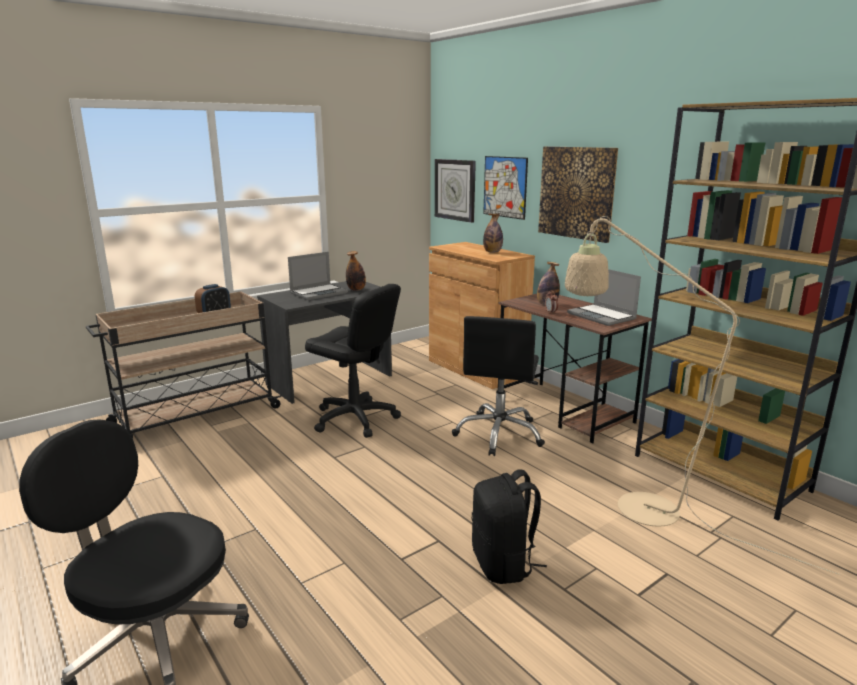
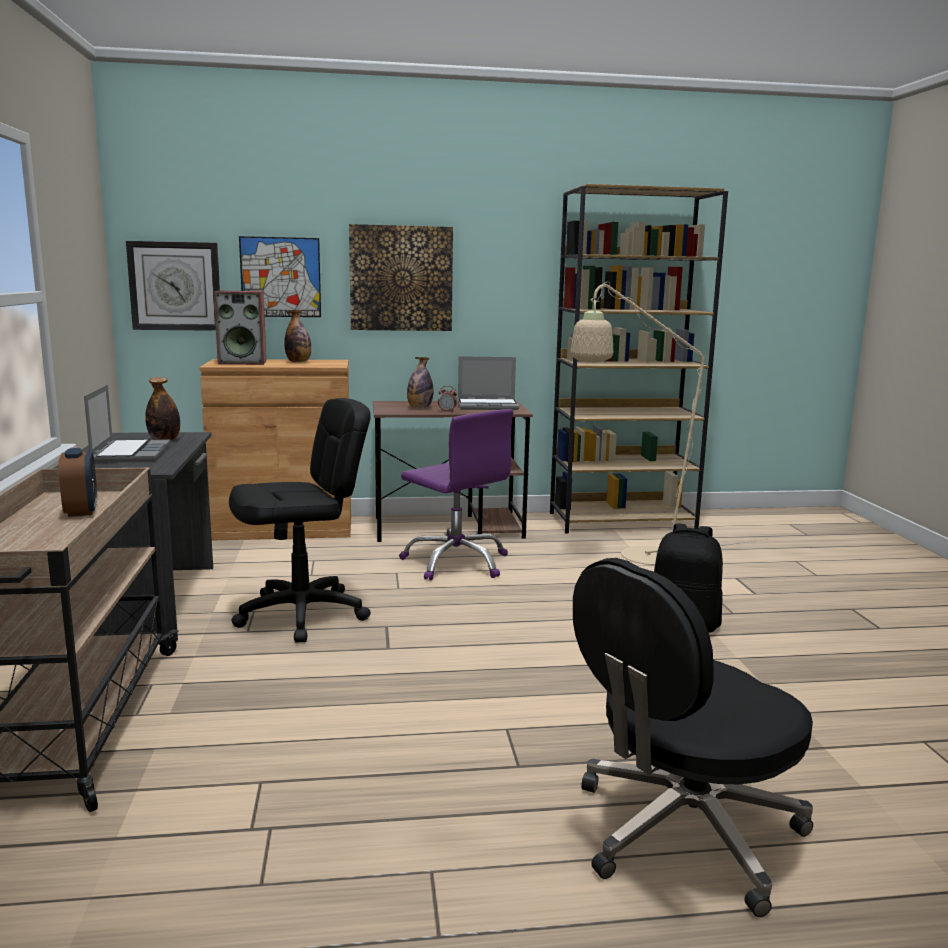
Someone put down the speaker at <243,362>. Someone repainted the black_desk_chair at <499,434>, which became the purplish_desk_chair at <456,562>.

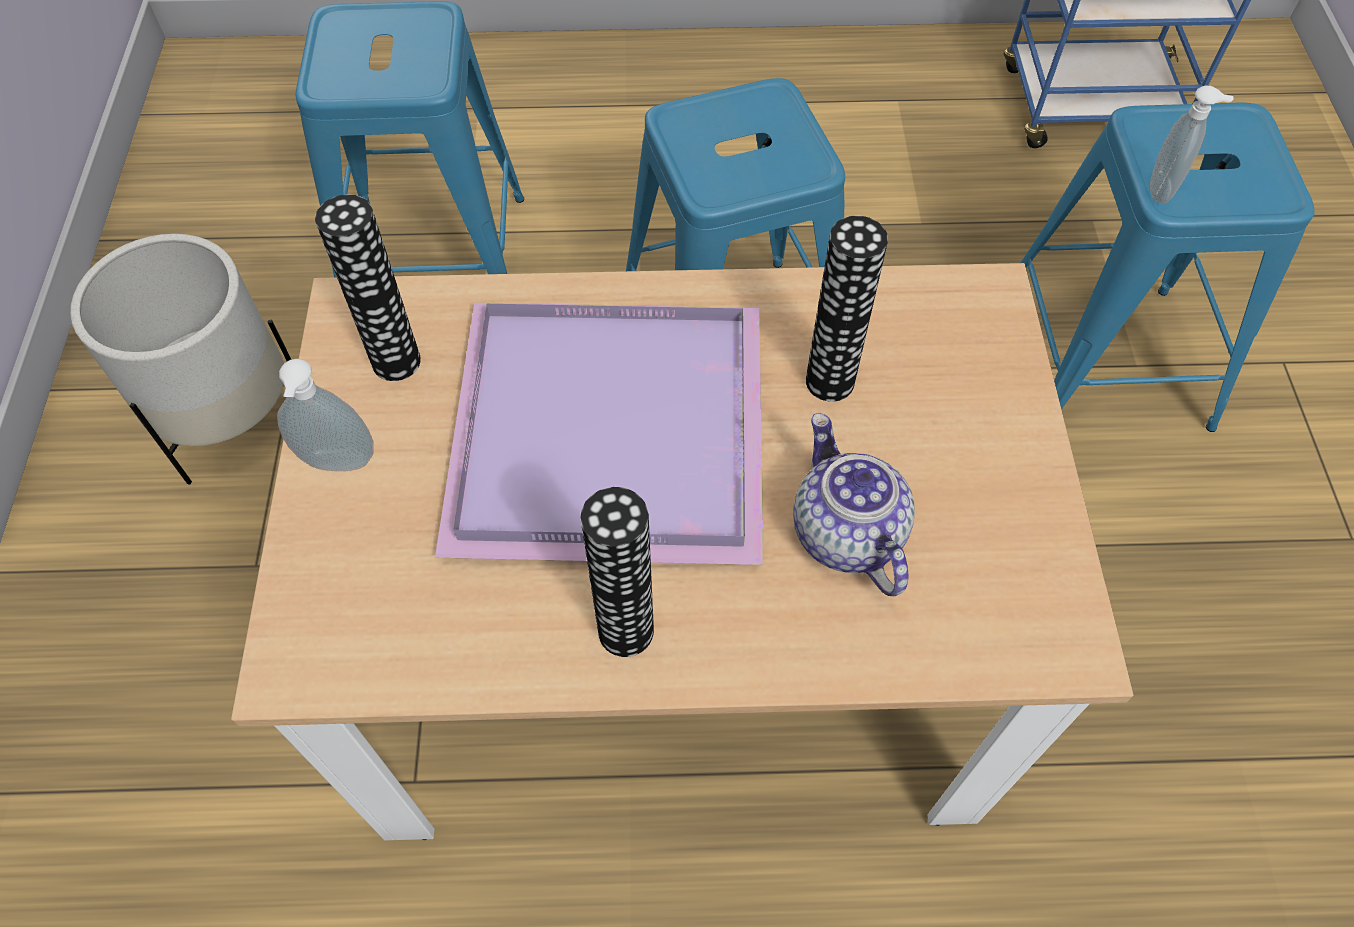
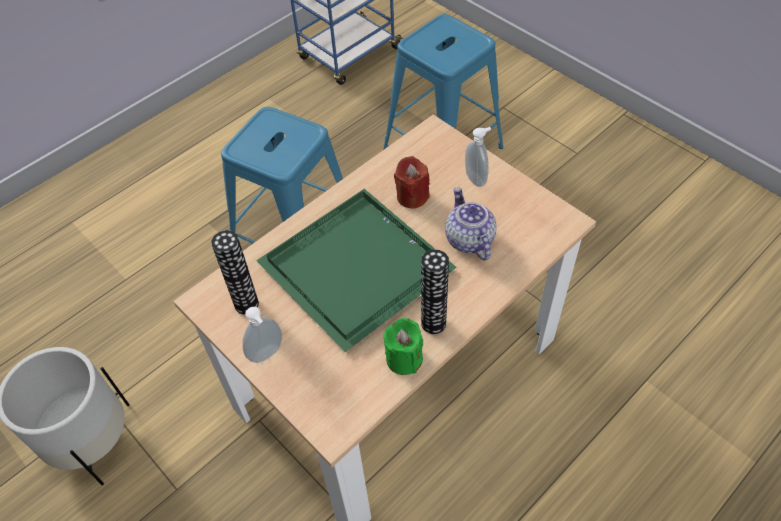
Someone took away the bluish_sitting_stool at <438,261>. Someone put down the green_candle at <404,358>. Someone carried the liquid_soap_bottle from <1163,189> to <476,178>. Someone swapped the vase at <829,381> for the reddish_candle at <412,196>. Someone repainted the purplish_tray at <614,437>, which became the green_tray at <359,268>. Someone rotated the pot_for_tea at <845,533> by 45 degrees clockwise.

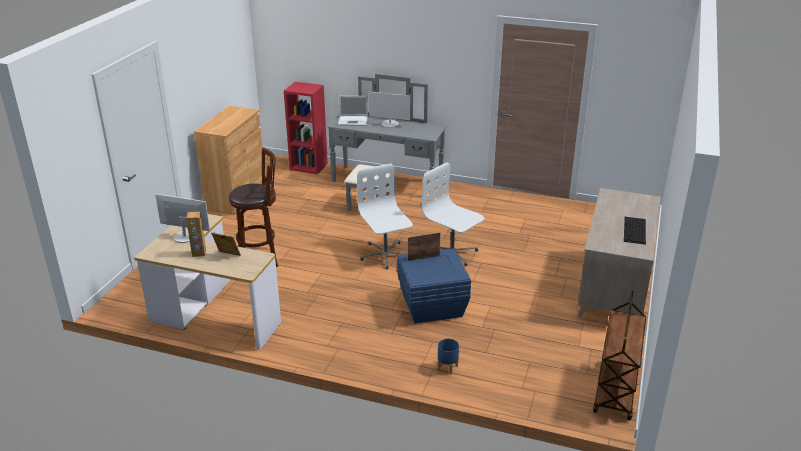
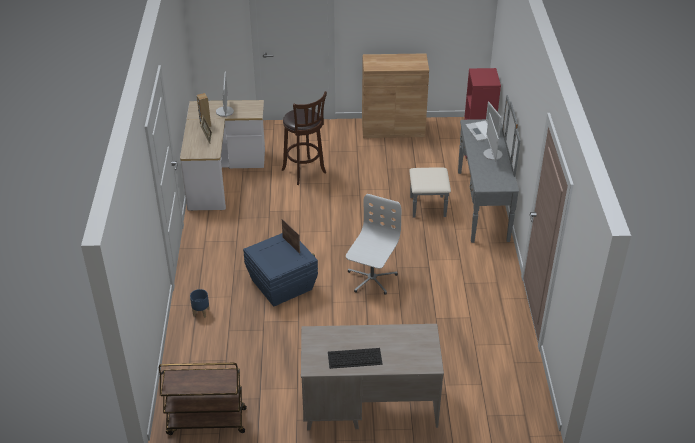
Someone took away the whitish_desk_chair at <385,255>.

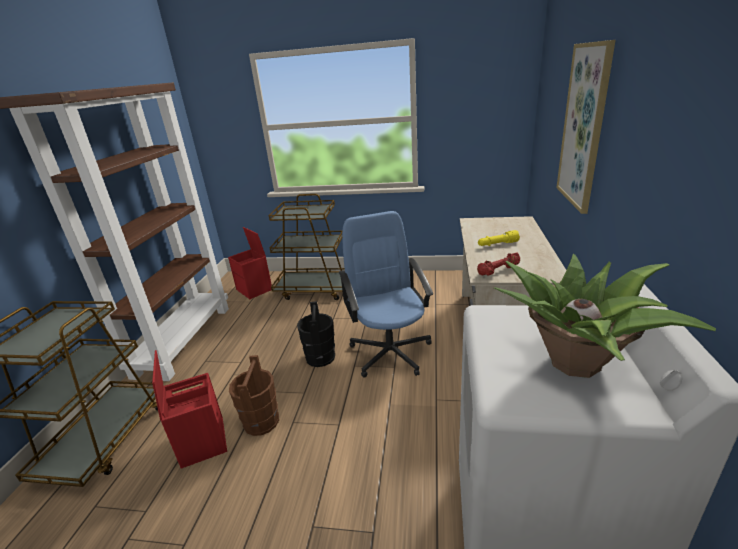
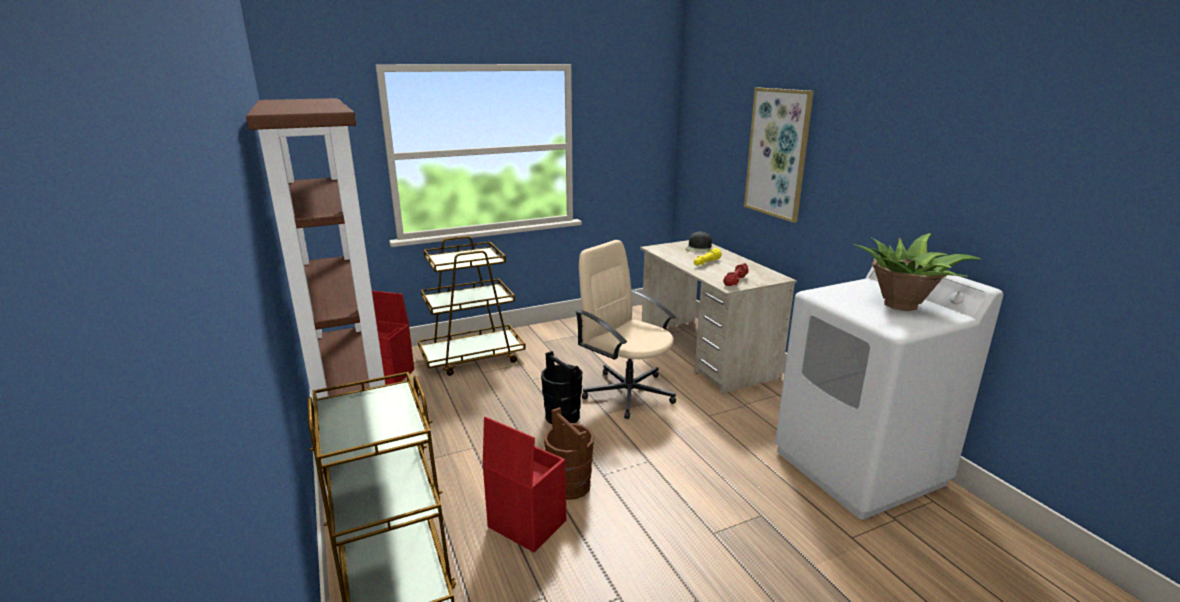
Someone put down the black_peaked_cap at <699,248>. Someone repainted the bluish_desk_chair at <390,351>, which became the sand-coloured_desk_chair at <627,392>.

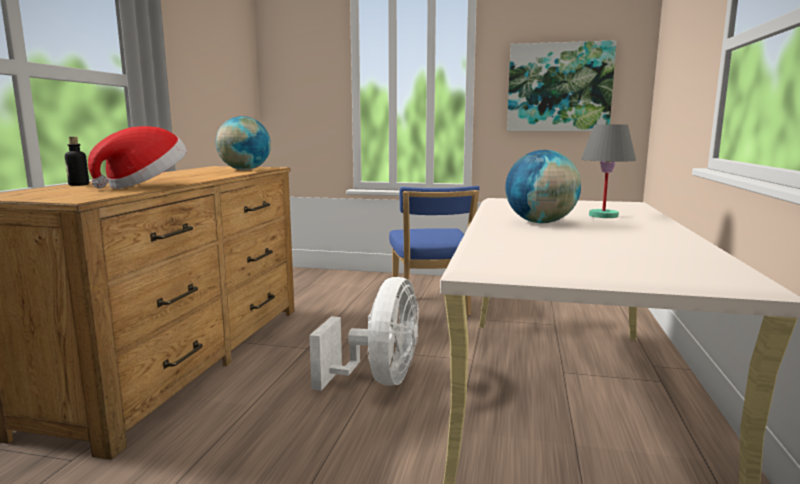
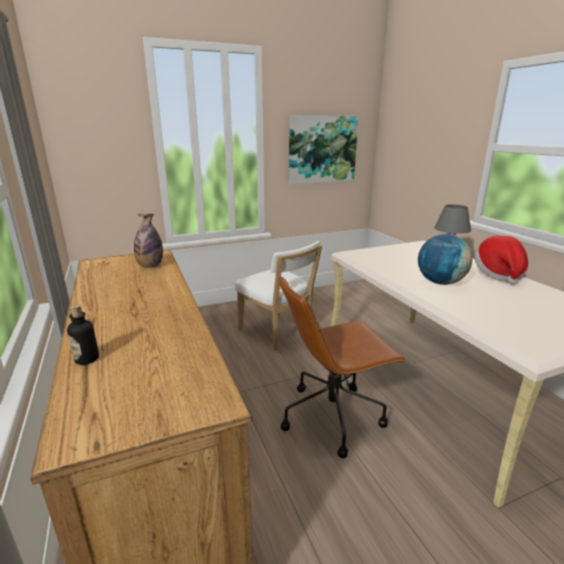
Someone carried the wearable_hat from <145,186> to <498,274>. Someone swapped the world_globe at <245,170> for the bottle at <150,266>. Someone swapped the whitish_fan at <380,380> for the brown-coloured_desk_chair at <333,415>. Someone repainted the bluish_chair at <430,307>, which became the whitish_chair at <278,333>.

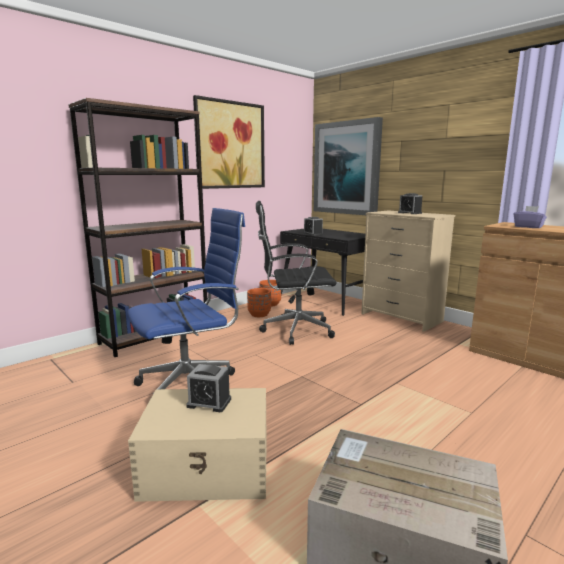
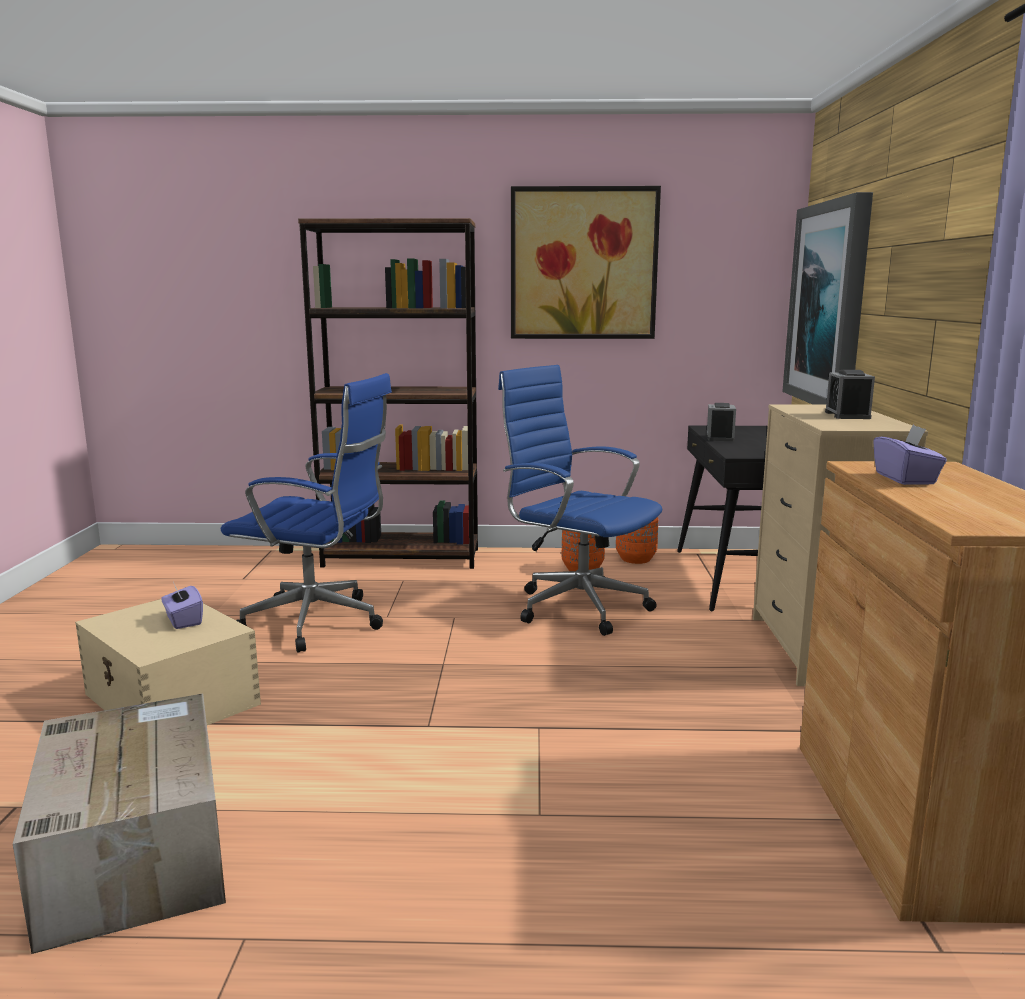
Someone swapped the table_clock at <209,402> for the purplish_tissue_box at <183,621>. Someone repainted the black_desk_chair at <294,330>, which became the bluish_desk_chair at <576,606>.

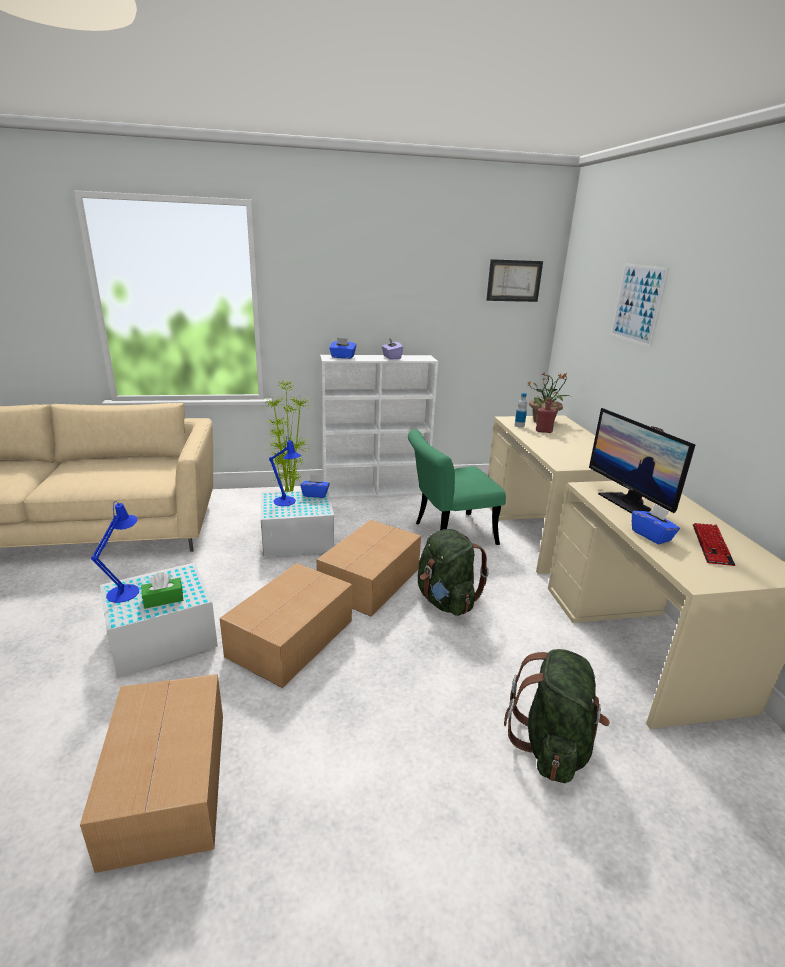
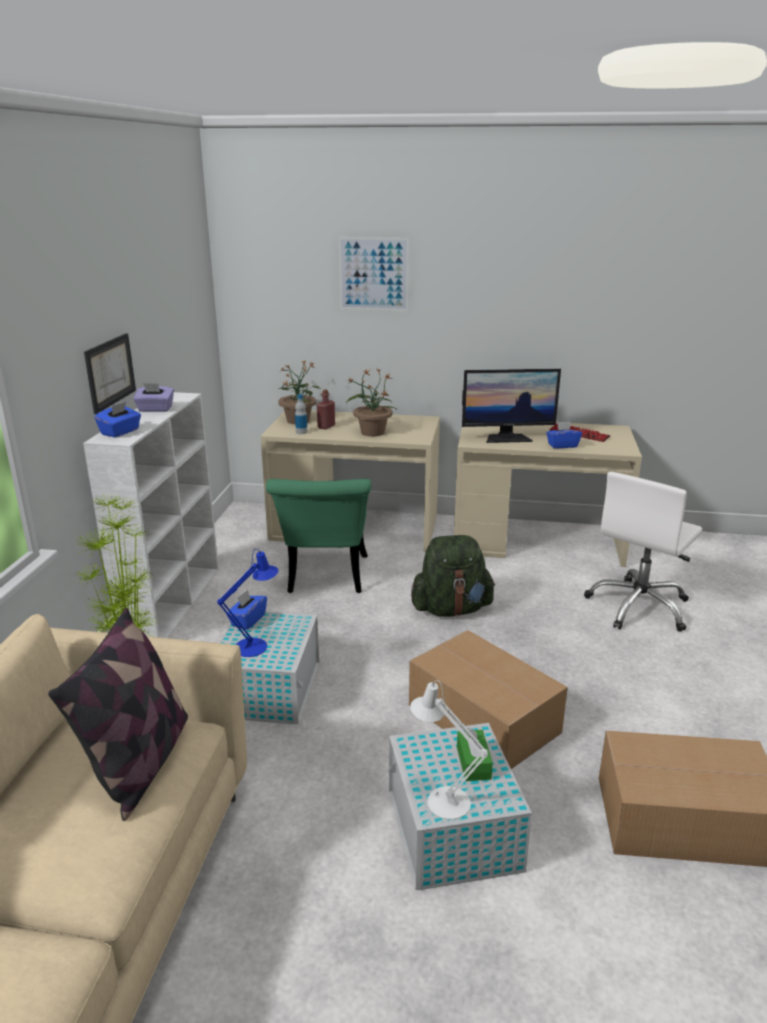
Someone took away the carton at <371,580>. Someone put down the cushion at <140,763>. Someone put down the plant_in_a_pot at <372,432>. Someone carried the picture from <514,280> to <110,372>. Someone swapped the green_rucksack at <552,745> for the whitish_desk_chair at <639,607>. Someone repainted the bluish_table_lamp at <126,590>, which became the whitish_table_lamp at <443,799>.

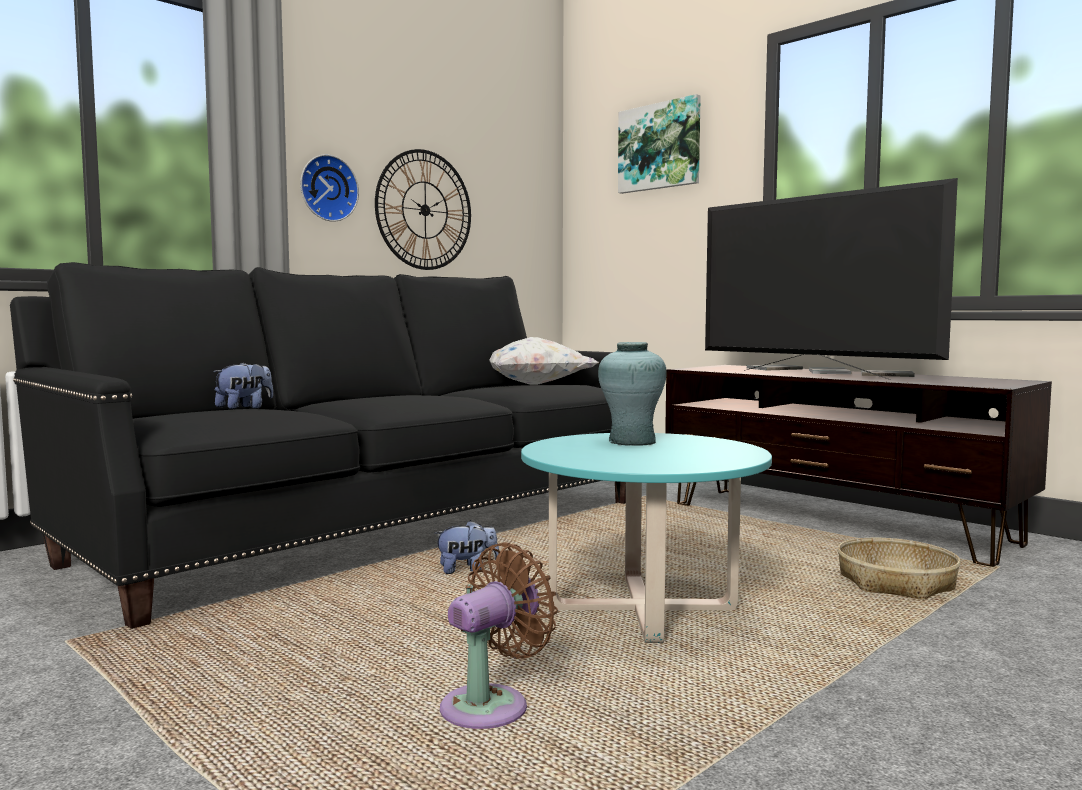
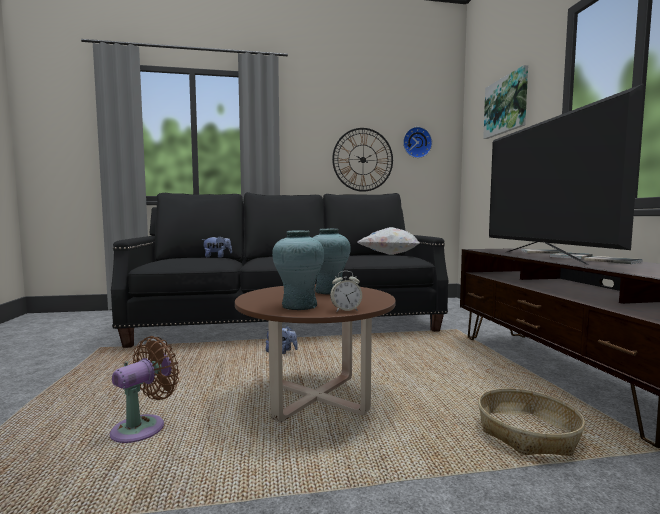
Someone put down the turquoise_vase at <299,306>. Someone put down the table_clock at <345,310>. Someone carried the clock_on_the_wall from <327,188> to <416,142>. Someone repainted the turquoise_low_table at <642,609>, which became the brown-coloured_low_table at <316,398>. Someone rotated the brown-coloured_fan at <491,706> by 45 degrees counterclockwise.

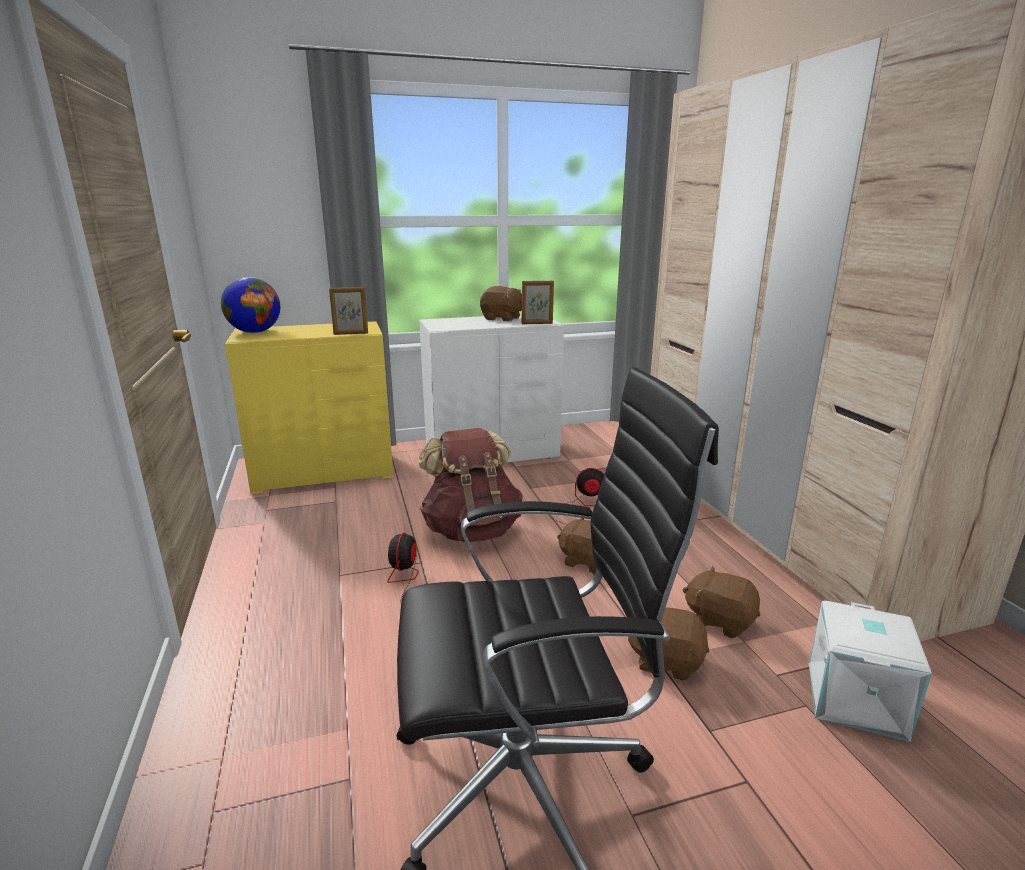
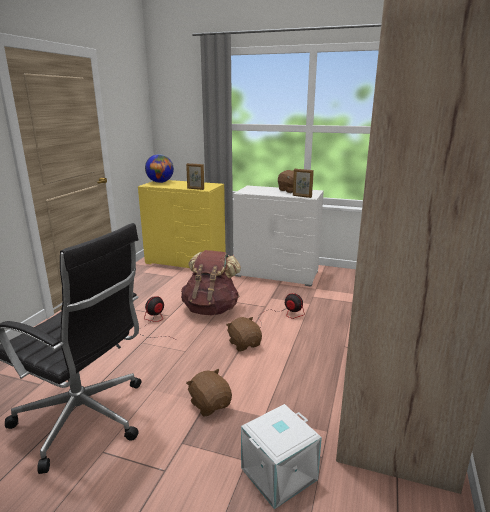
Someone took away the brown-coloured_plush_toy at <719,620>.

